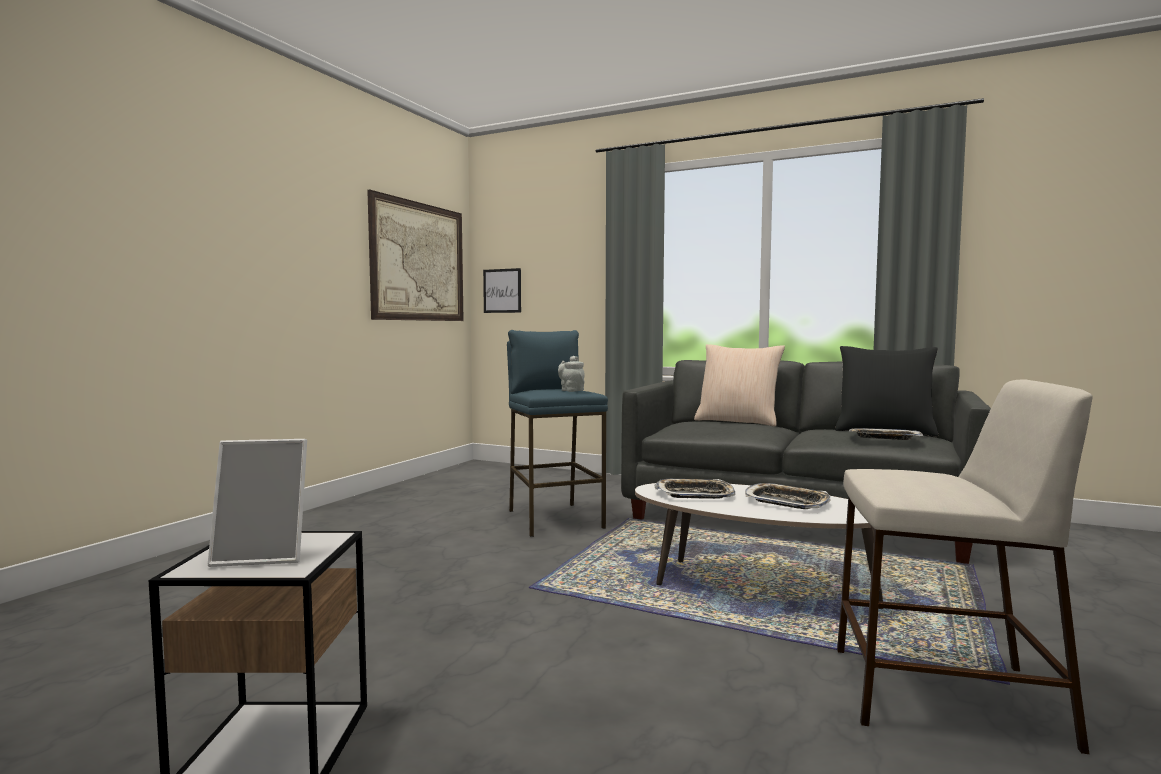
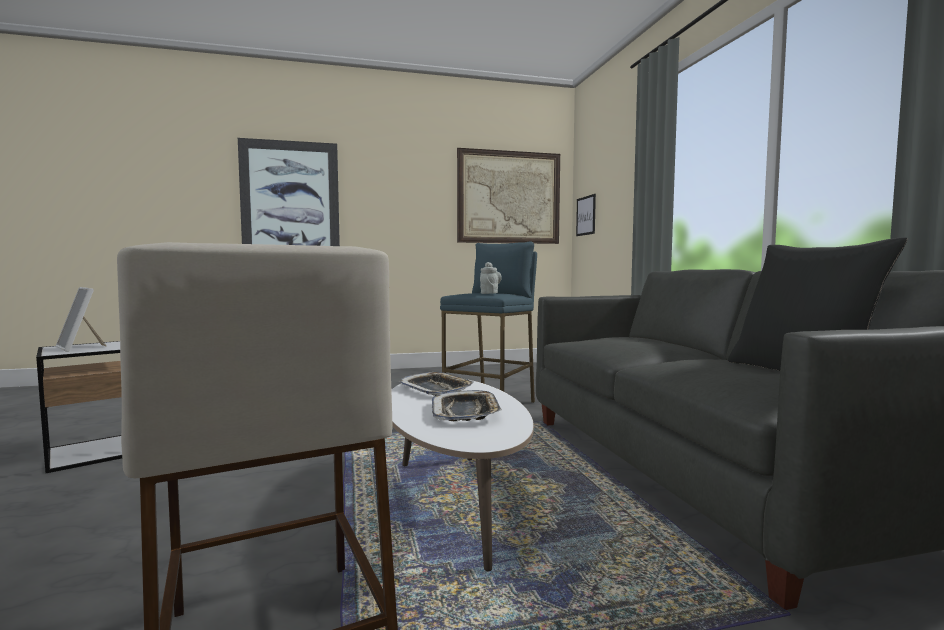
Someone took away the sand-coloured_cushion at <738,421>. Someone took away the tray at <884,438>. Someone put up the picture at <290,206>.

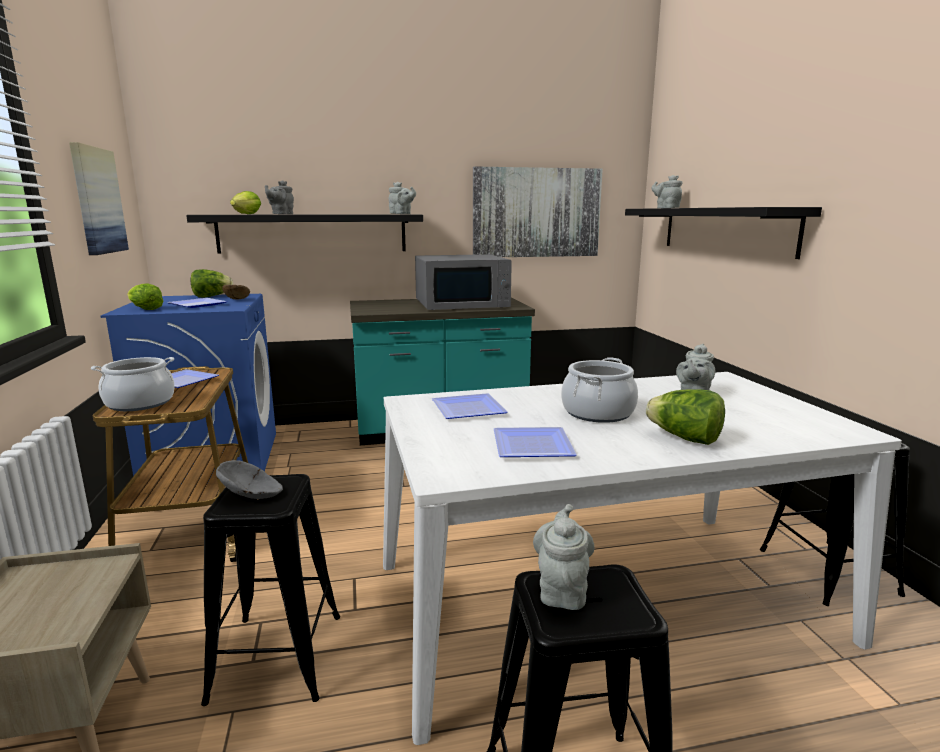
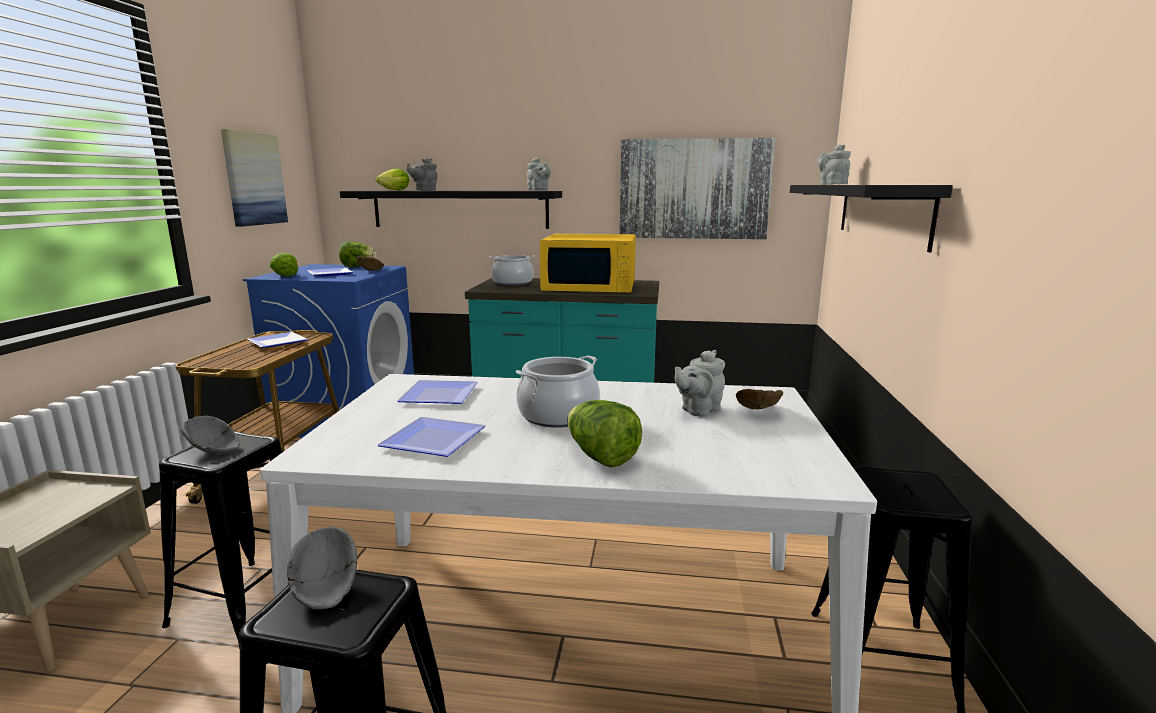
Someone put down the brown-coloured_serving_bowl at <757,409>. Someone carried the stockpot from <140,403> to <512,283>. Someone swapped the grey_pot_for_tea at <562,590> for the grey_serving_bowl at <324,589>. Someone repainted the grey_microwave_oven at <462,304>, which became the yellow-coloured_microwave_oven at <591,286>.

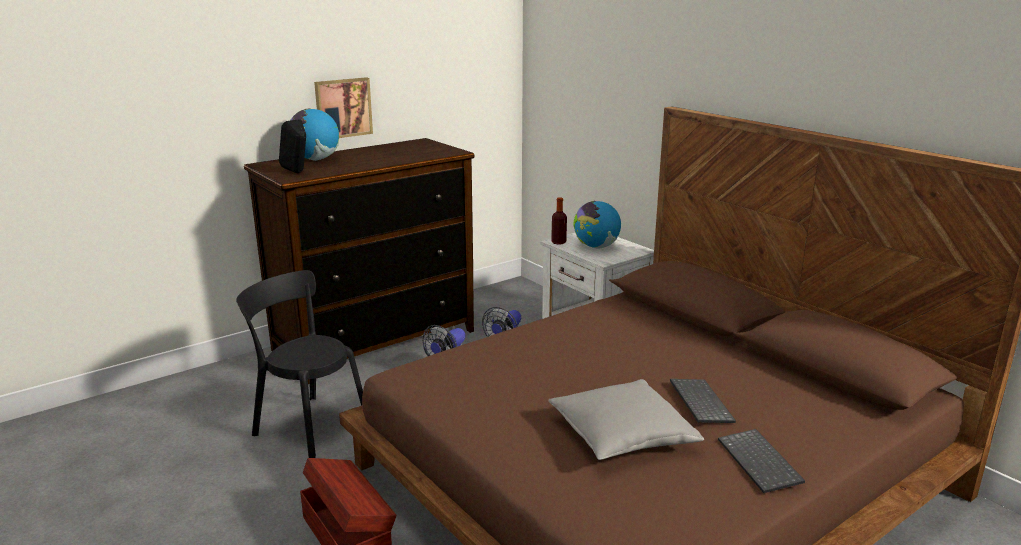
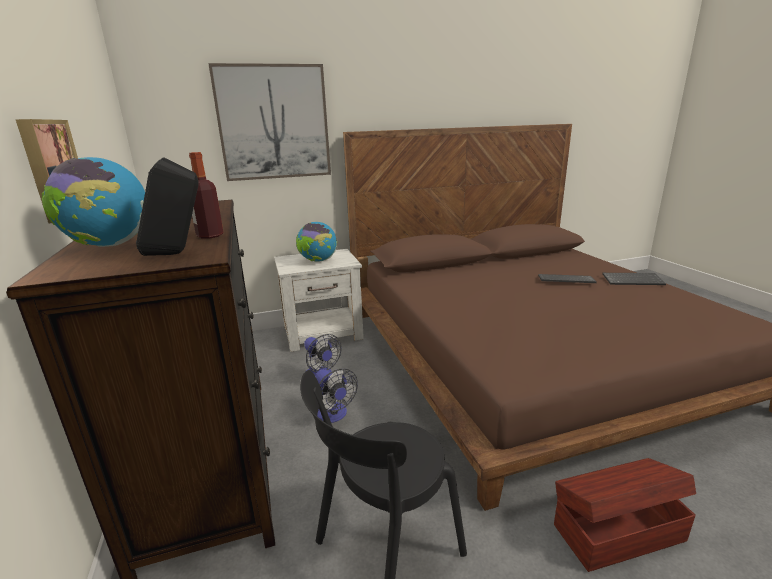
Someone took away the grey_cushion at <621,436>. Someone put up the picture at <274,123>. Someone carried the bottle from <558,242> to <210,236>.

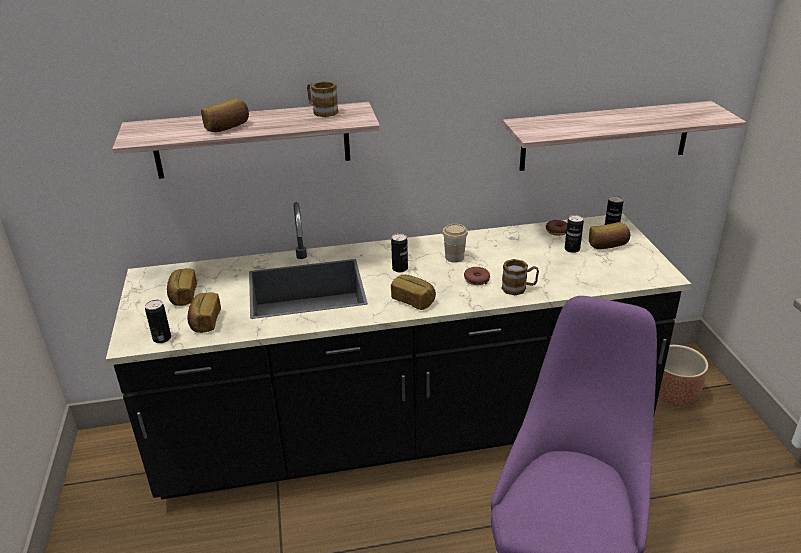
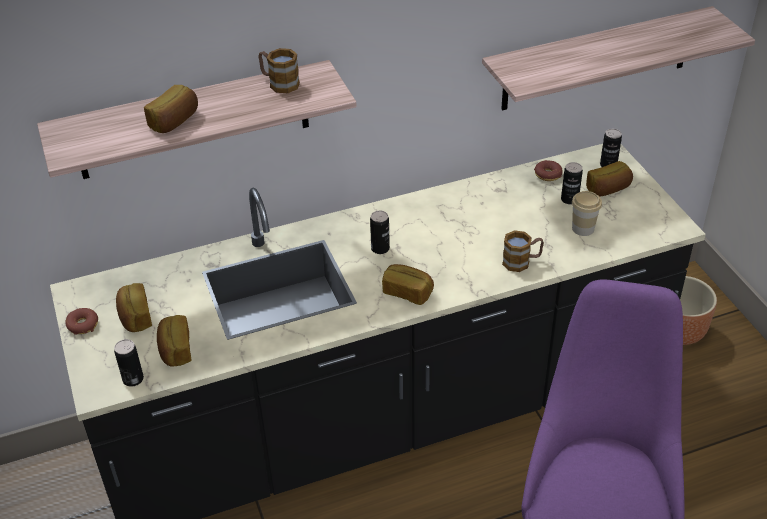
Someone carried the cup from <454,257> to <583,228>. Someone carried the doughnut from <476,280> to <83,325>.

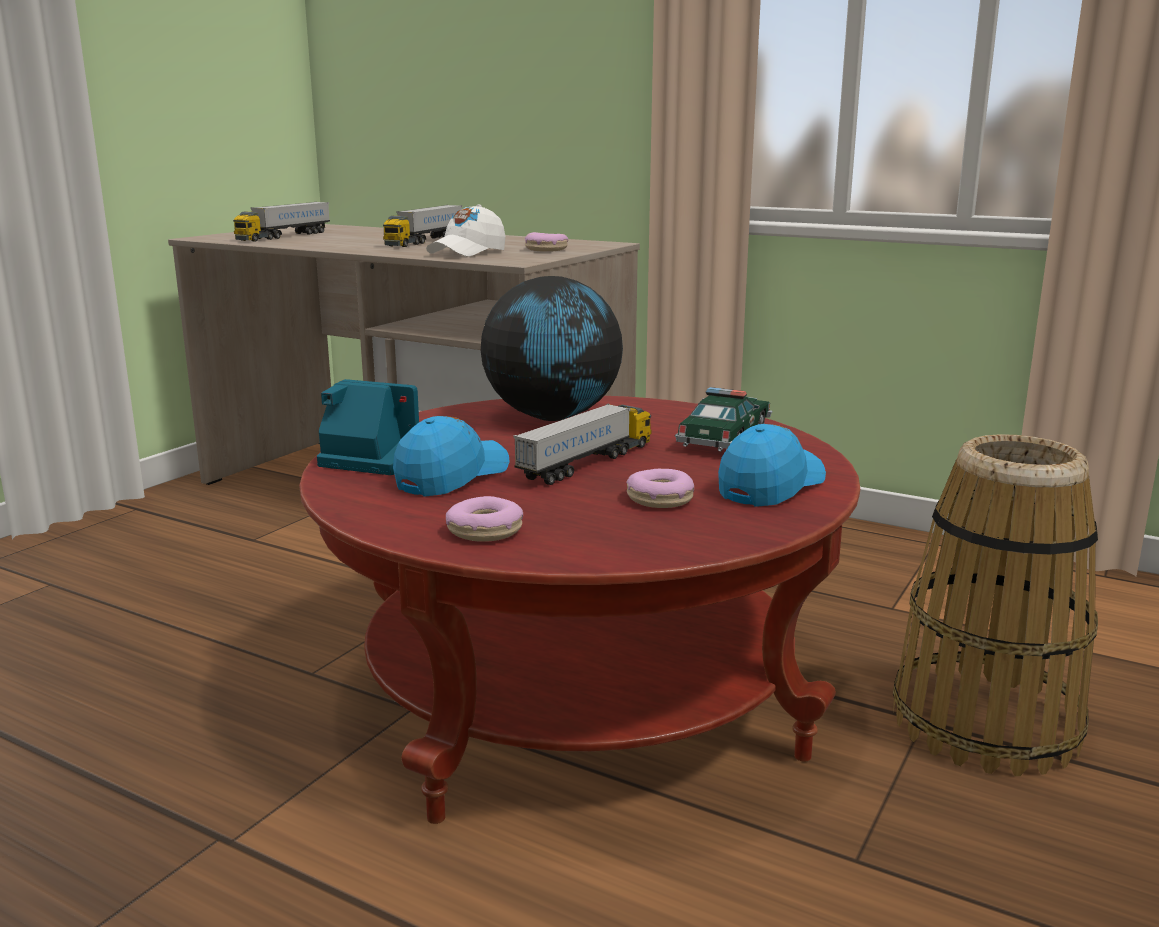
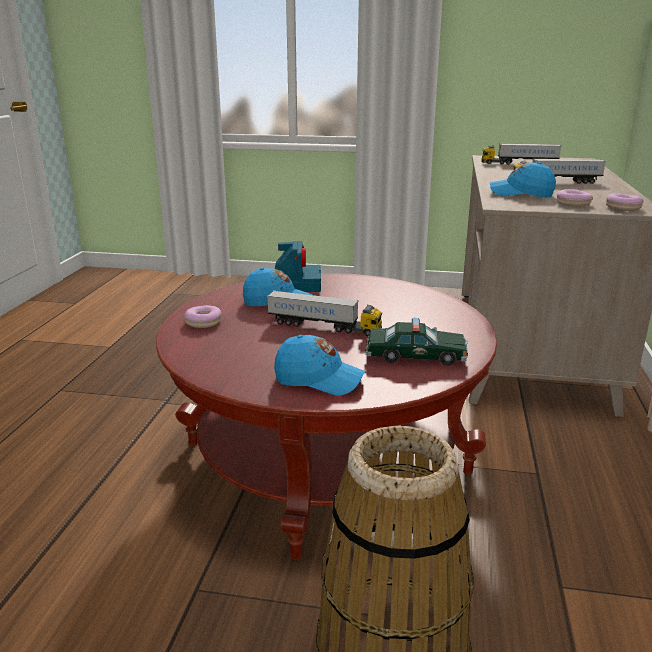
Someone took away the world_globe at <553,417>. Someone carried the doughnut from <660,499> to <623,208>. Someone repainted the whitish_peaked_cap at <467,252>, which became the bluish_peaked_cap at <521,194>.

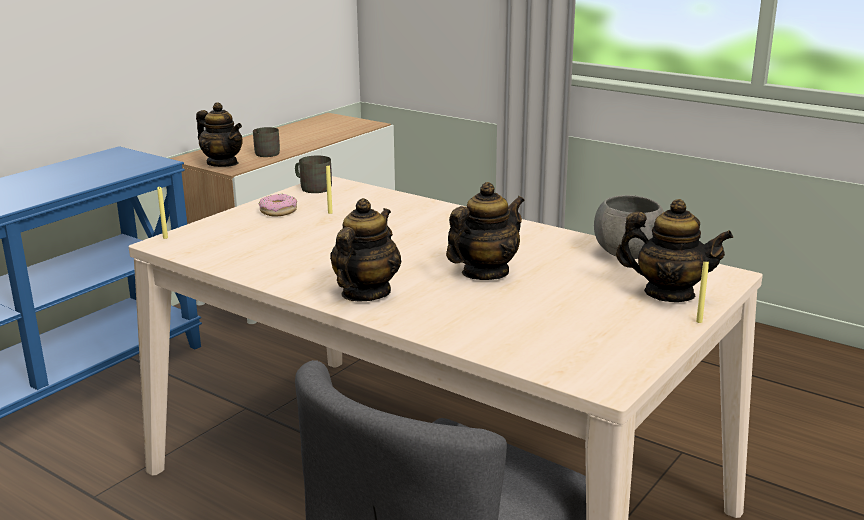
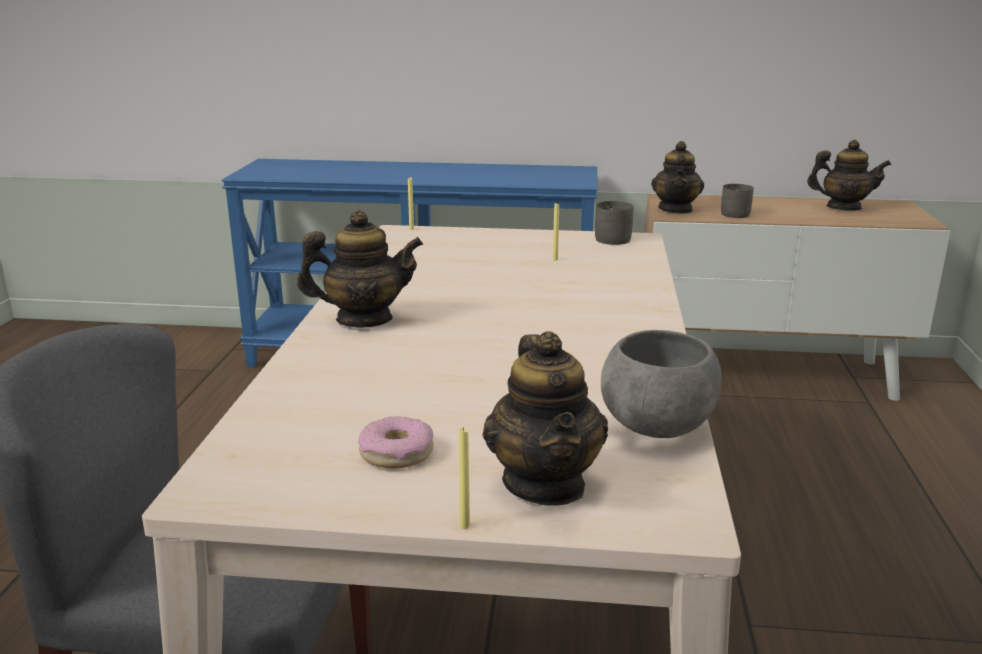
Someone carried the doughnut from <278,211> to <396,453>. Someone carried the pot_for_tea from <485,273> to <843,208>.

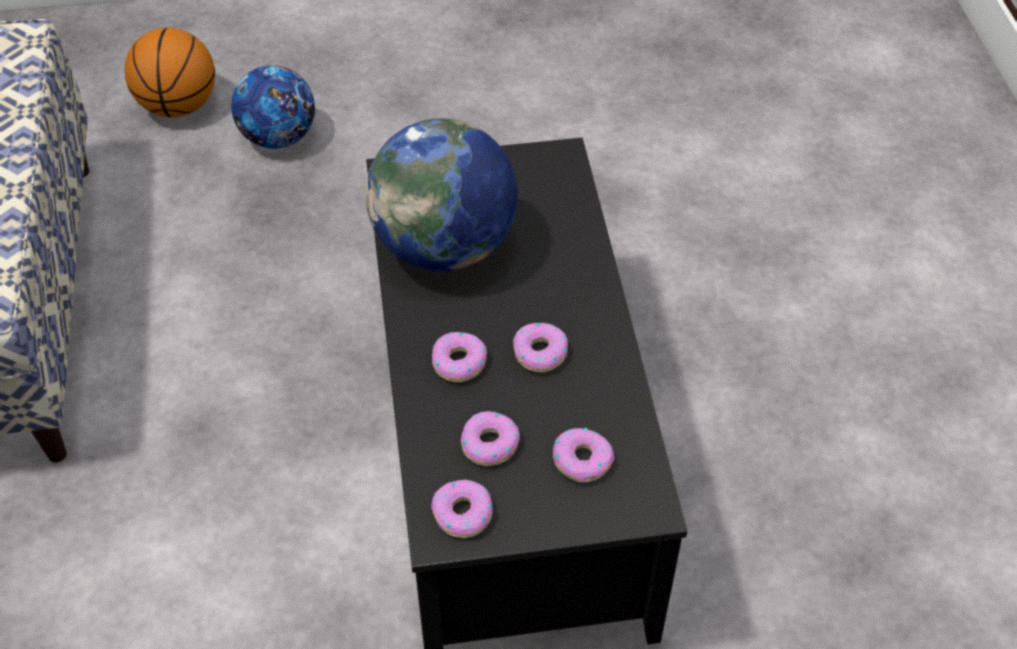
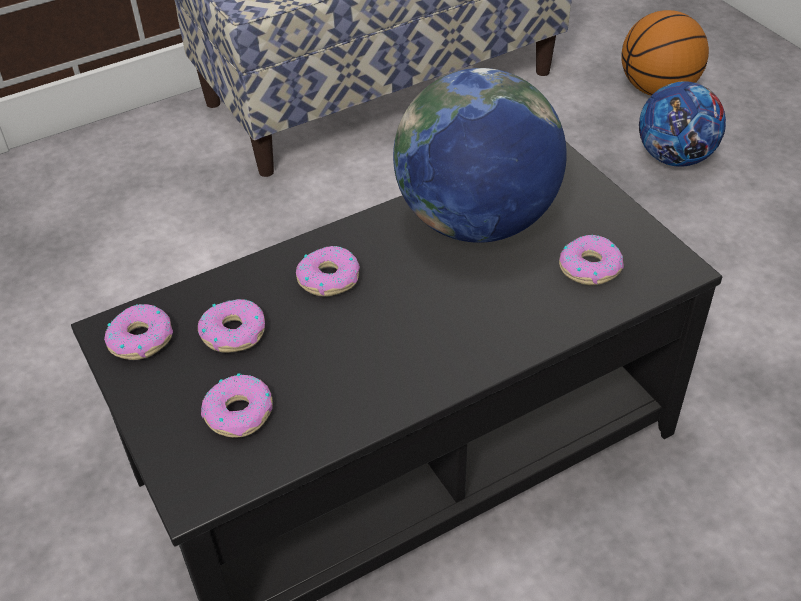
Someone carried the doughnut from <539,352> to <589,267>.

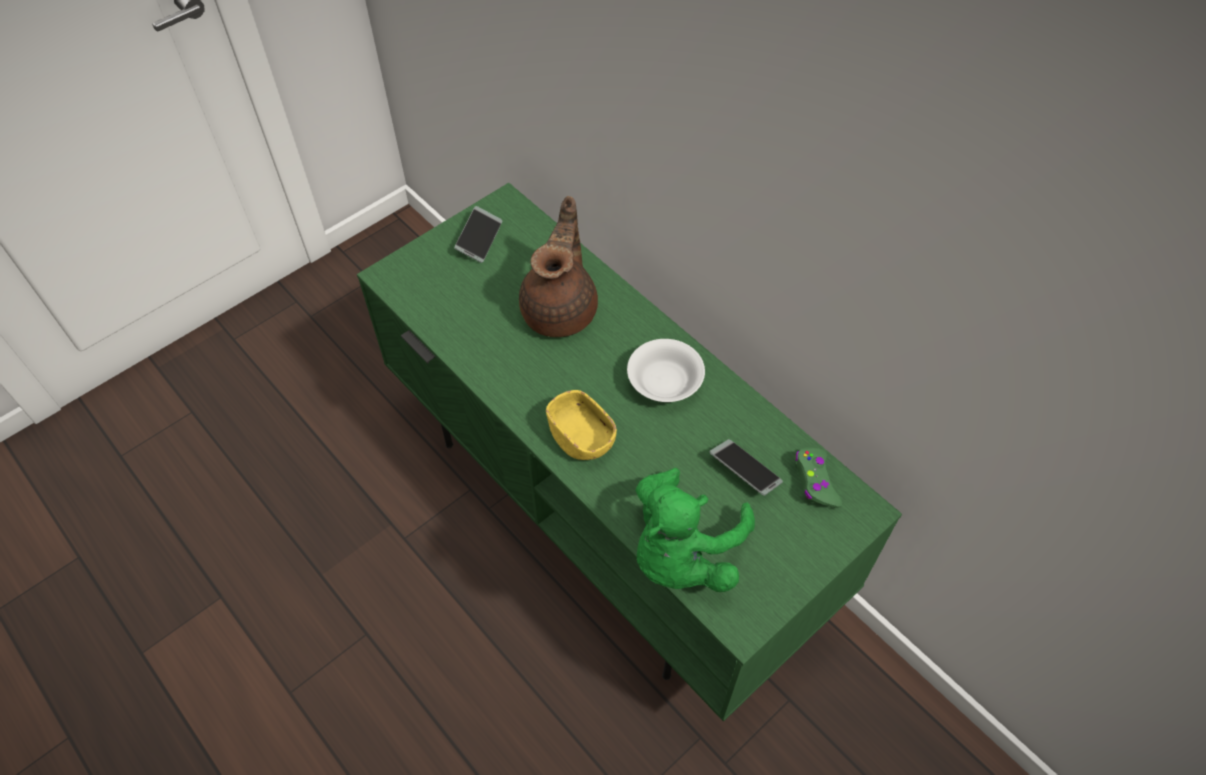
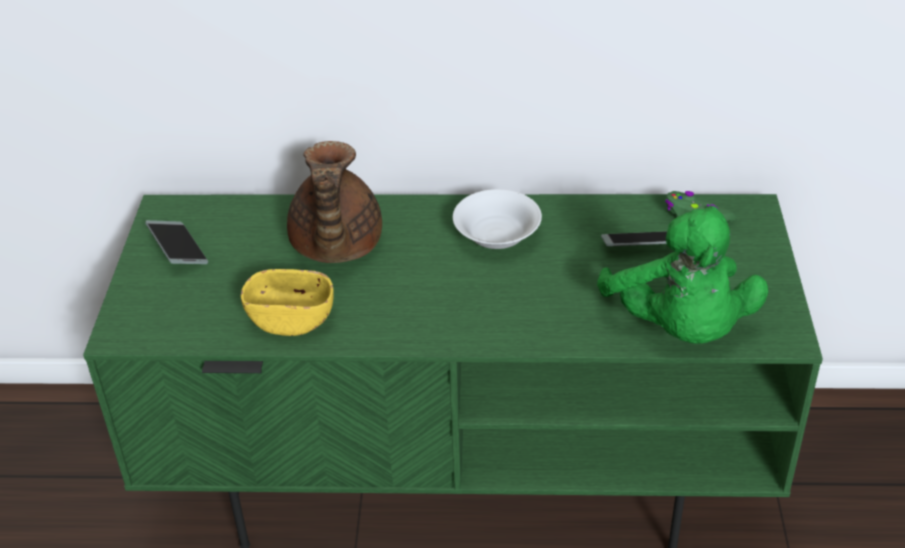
Someone carried the yellow-coloured_serving_bowl from <581,438> to <291,319>. Someone rotated the brown-coloured_pot_for_tea at <561,309> by 150 degrees counterclockwise.

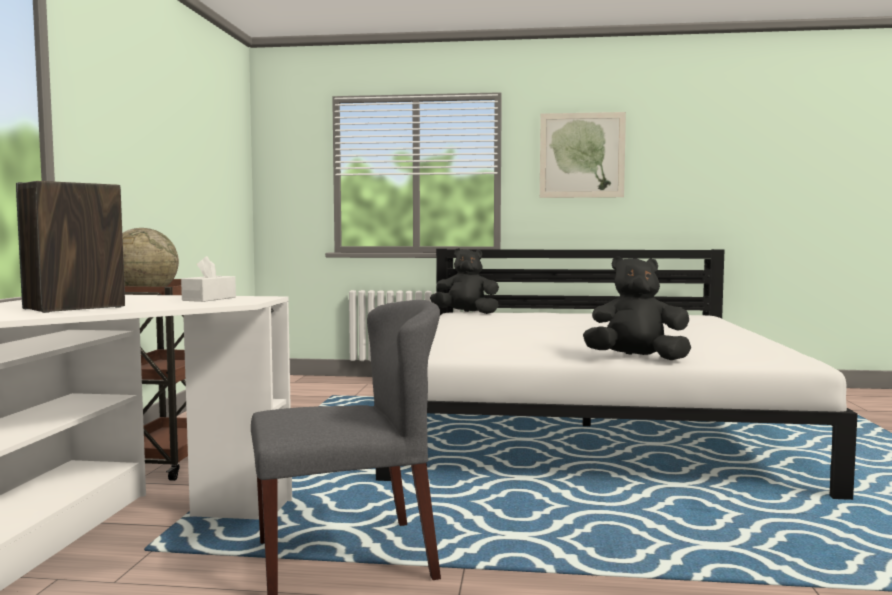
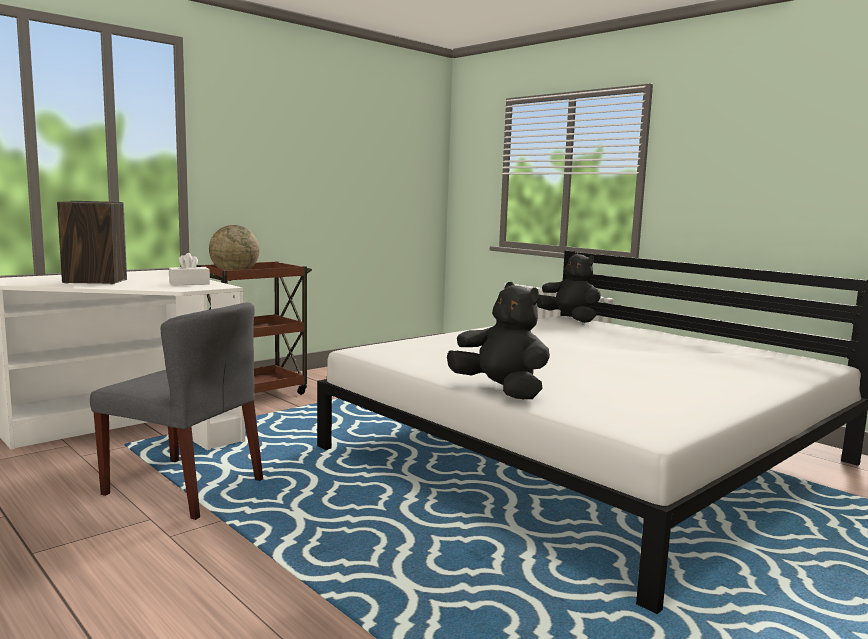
Someone took away the picture at <582,155>.

